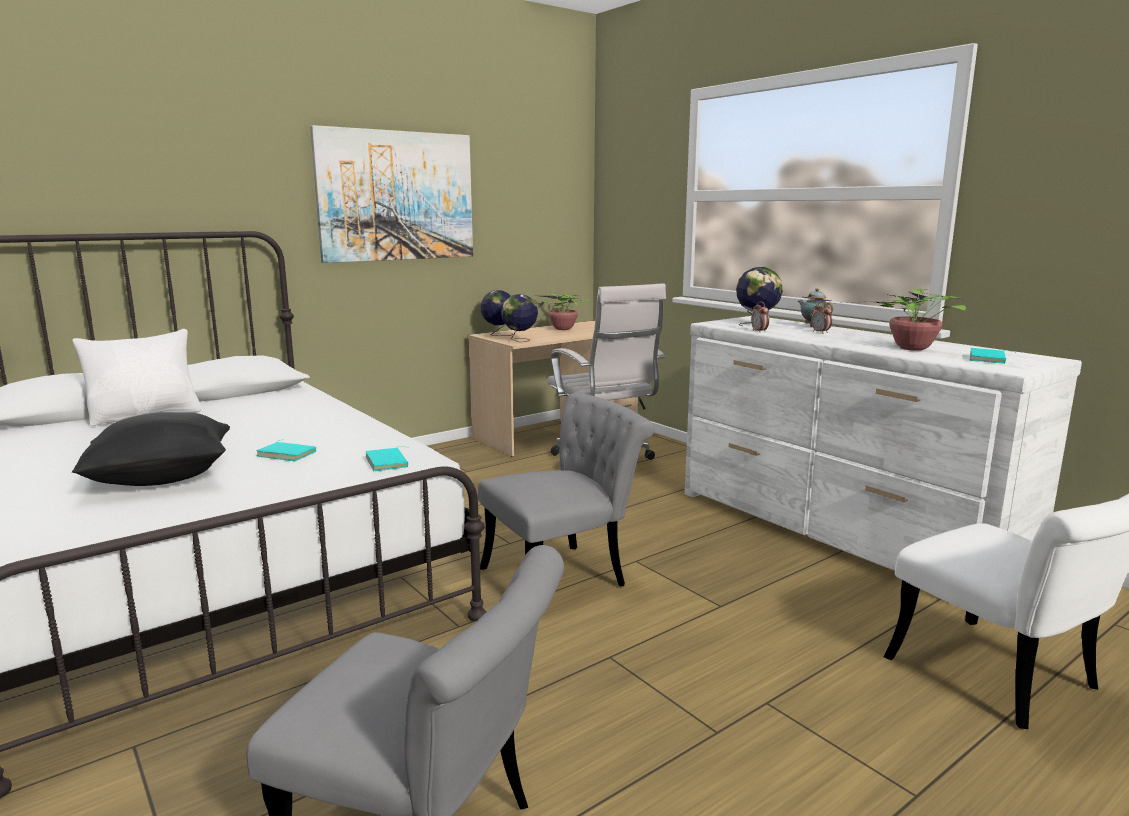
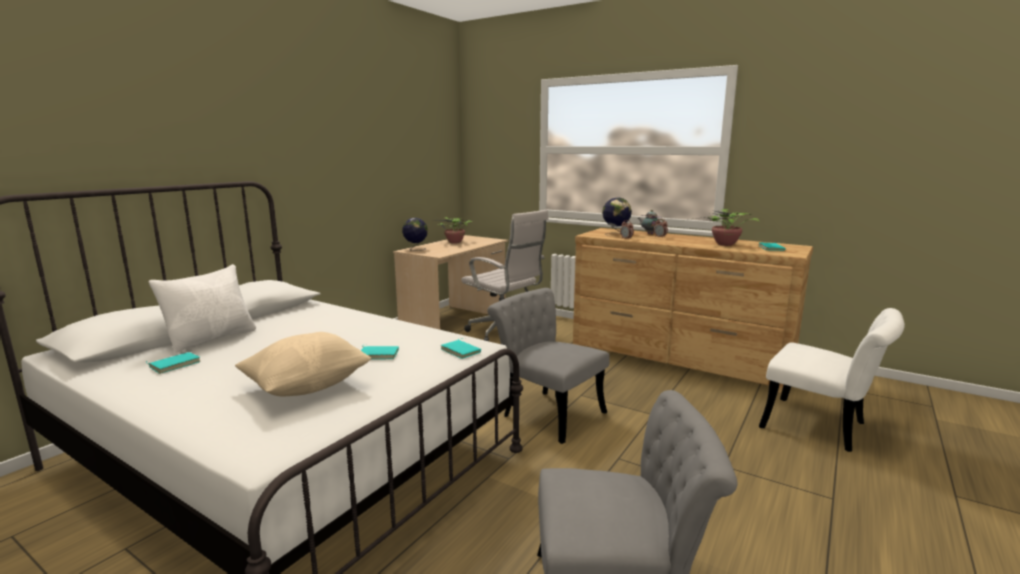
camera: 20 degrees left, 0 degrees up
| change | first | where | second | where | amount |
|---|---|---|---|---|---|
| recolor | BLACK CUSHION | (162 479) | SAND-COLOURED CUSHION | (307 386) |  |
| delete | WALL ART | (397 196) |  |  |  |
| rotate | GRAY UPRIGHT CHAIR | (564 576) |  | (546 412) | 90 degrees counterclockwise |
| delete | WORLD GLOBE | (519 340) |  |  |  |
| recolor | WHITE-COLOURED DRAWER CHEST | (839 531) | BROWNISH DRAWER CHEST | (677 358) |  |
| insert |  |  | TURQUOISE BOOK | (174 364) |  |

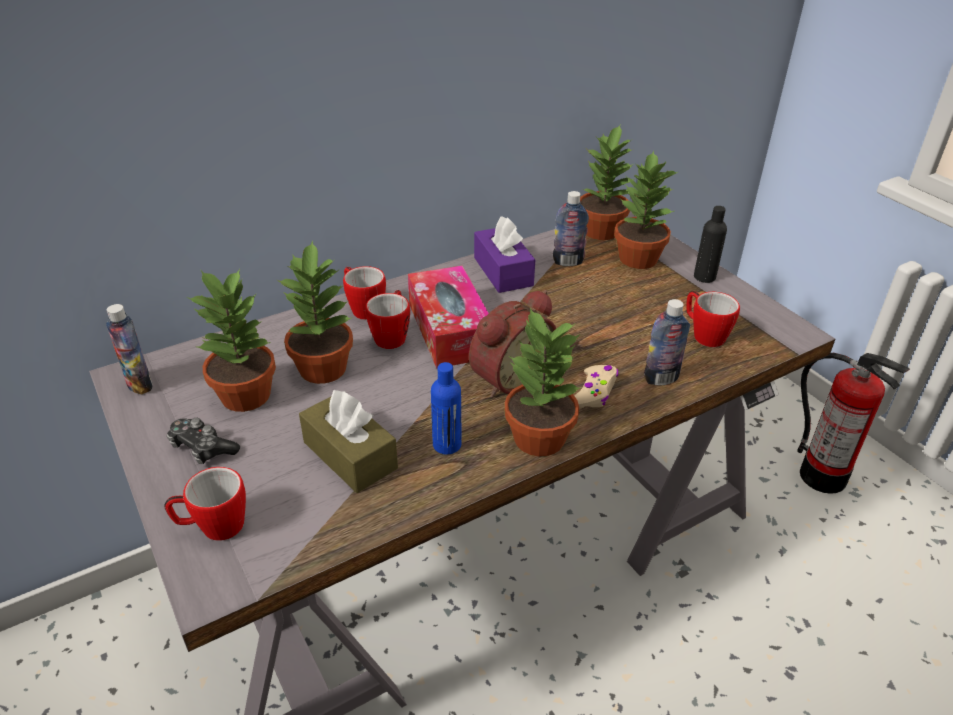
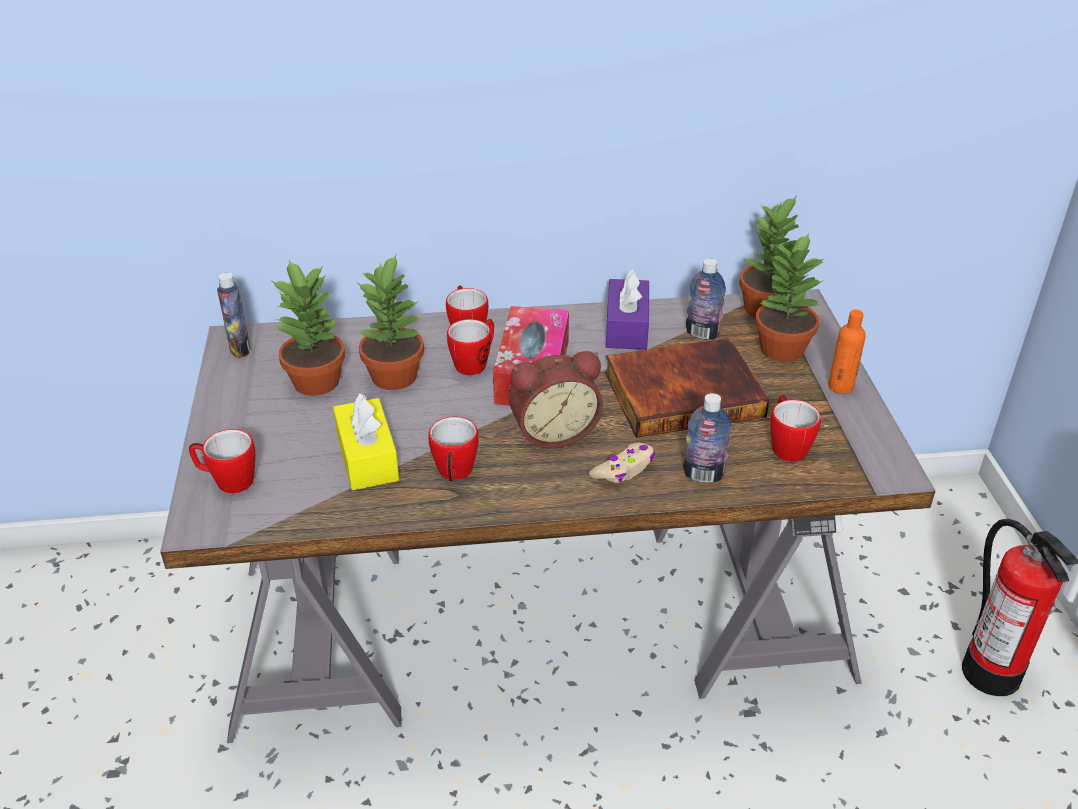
camera: 25 degrees right, 0 degrees up
| change | first | where | second | where | amount |
|---|---|---|---|---|---|
| delete | JOYPAD | (203 448) |  |  |  |
| recolor | BROWNISH BOX OF TISSUES | (350 455) | YELLOW-COLOURED BOX OF TISSUES | (367 458) |  |
| replace | BLUE-COLOURED BEVERAGE BOTTLE | (447 445) | COFFEE MUG | (454 474) |  |
| delete | POTTED PLANT | (537 437) |  |  |  |
| recolor | BLACK BEVERAGE BOTTLE | (704 277) | ORANGEY BEVERAGE BOTTLE | (840 387) |  |
| insert |  |  | BOOK | (683 392) |  |

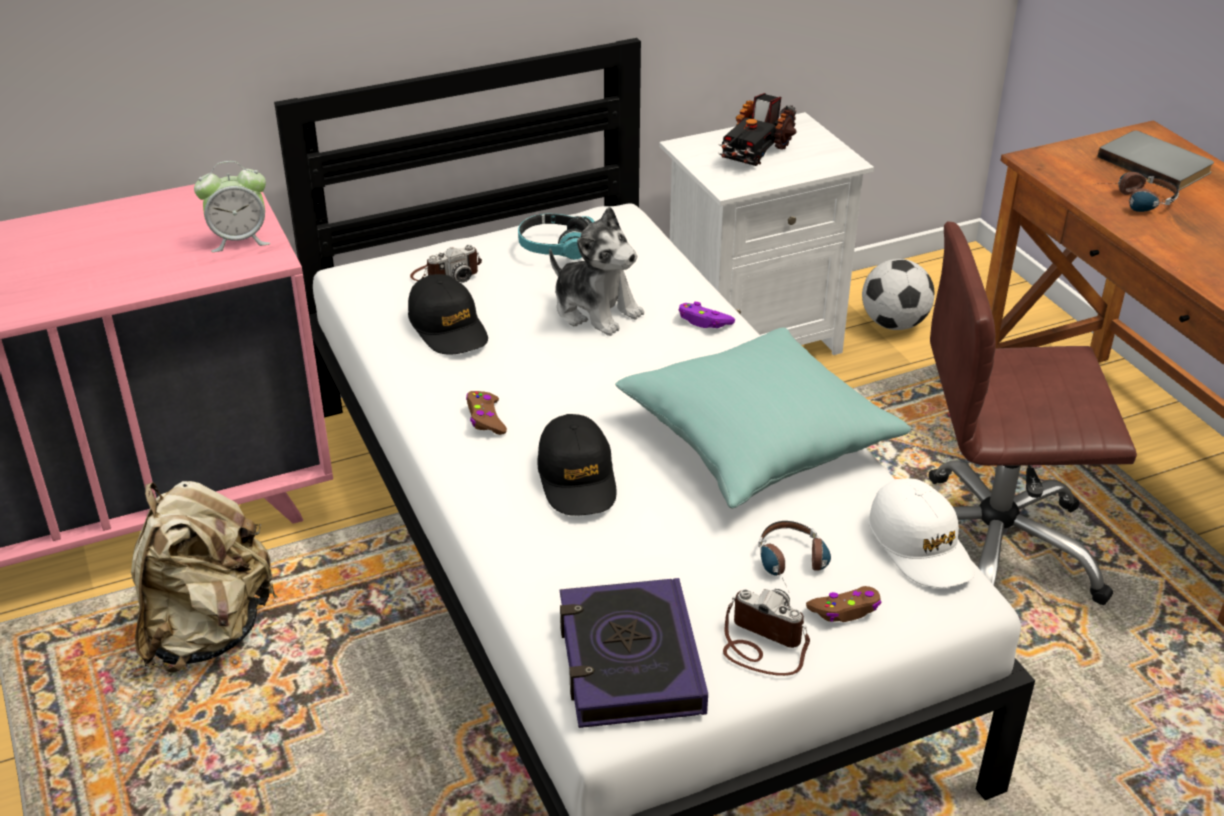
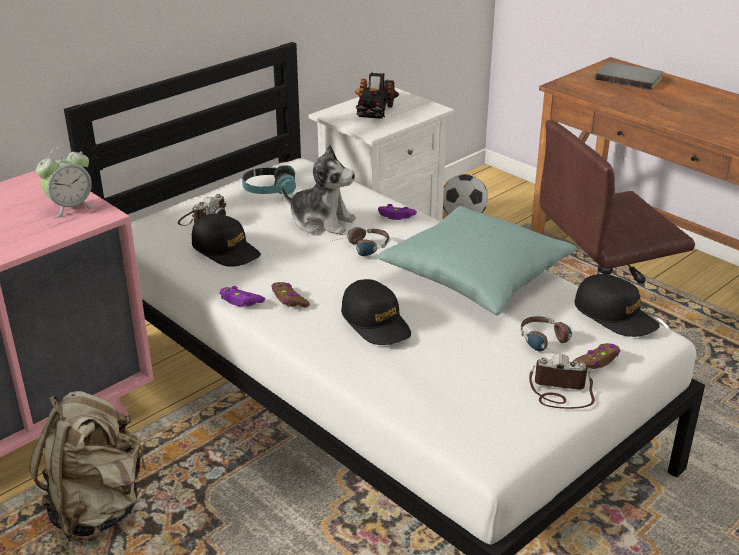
camera: 20 degrees left, 5 degrees down
| change | first | where | second | where | amount |
|---|---|---|---|---|---|
| delete | BOOK | (629 661) |  |  |  |
| recolor | WHITE-COLOURED CAP | (920 546) | BLACK CAP | (615 315) |  |
| move | HEADPHONES | (1135 201) |  | (361 248) |  |
| insert |  |  | PURPLE-COLOURED JOYPAD | (241 301) |  |

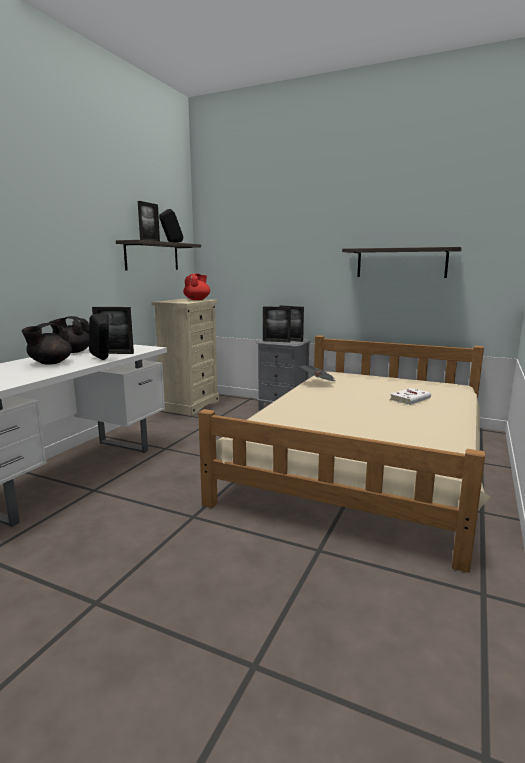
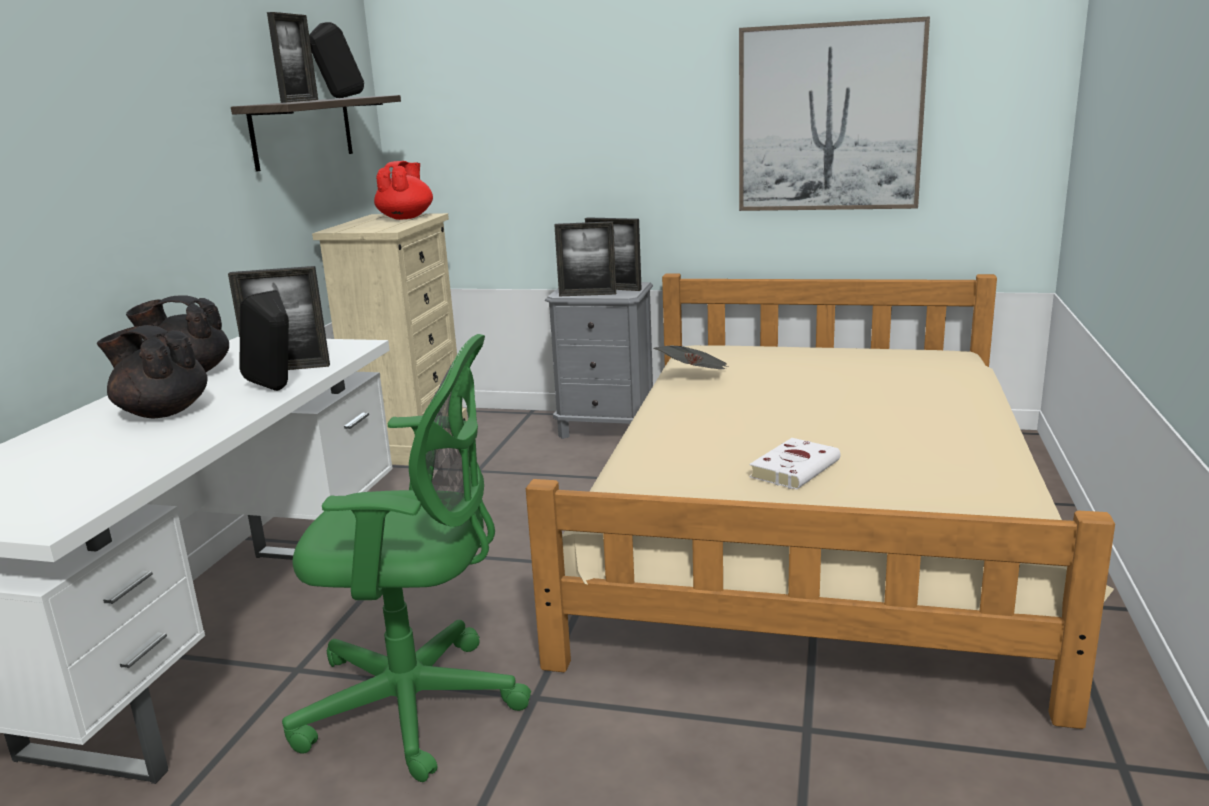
camera: 10 degrees left, 5 degrees up
| change | first | where | second | where | amount |
|---|---|---|---|---|---|
| rotate | BLACK TEAPOT | (50 363) |  | (162 412) | 90 degrees clockwise |
| replace | WALL SHELF | (401 263) | WALL ART | (829 118) |  |
| move | WHITE-COLOURED BOOK | (410 399) |  | (796 468) |  |
| insert |  |  | GREEN DESK CHAIR | (420 705) |  |

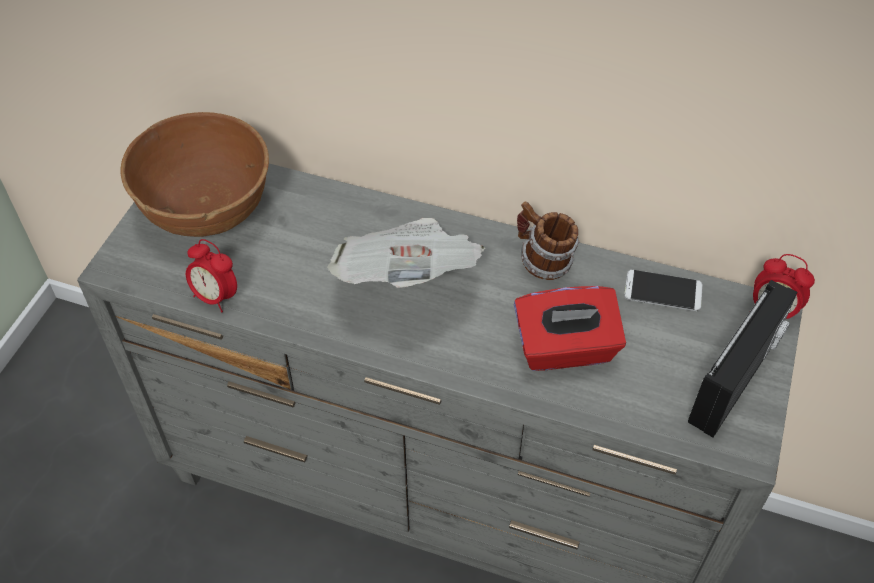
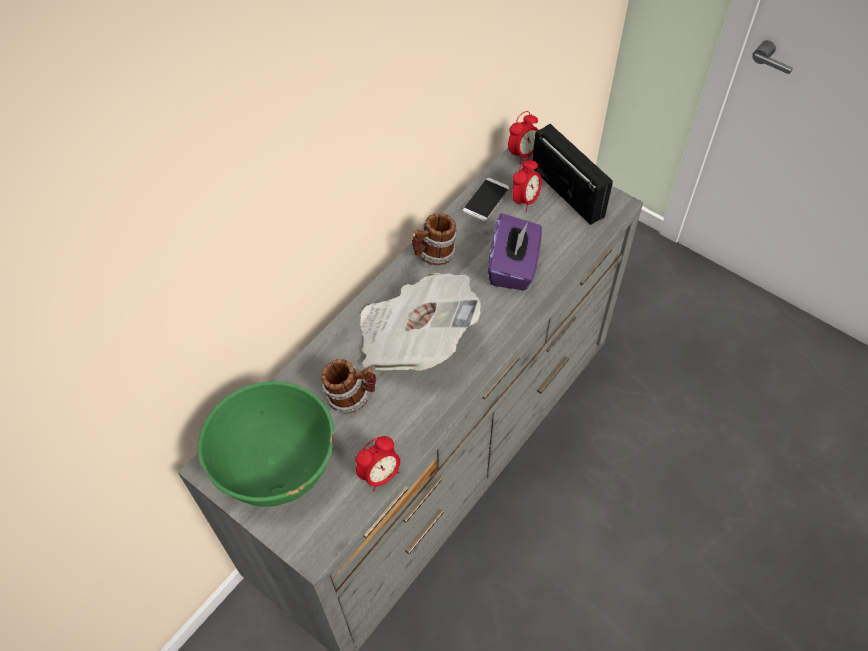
camera: 70 degrees left, 5 degrees up
| change | first | where | second | where | amount |
|---|---|---|---|---|---|
| recolor | BROWNISH SERVING BOWL | (207 207) | GREEN SERVING BOWL | (276 463) |  |
| recolor | RED-COLOURED BOX OF TISSUES | (565 349) | PURPLE-COLOURED BOX OF TISSUES | (513 267) |  |
| insert |  |  | COFFEE MUG | (351 397) |  |
| insert |  |  | ALARM CLOCK | (525 200) |  |

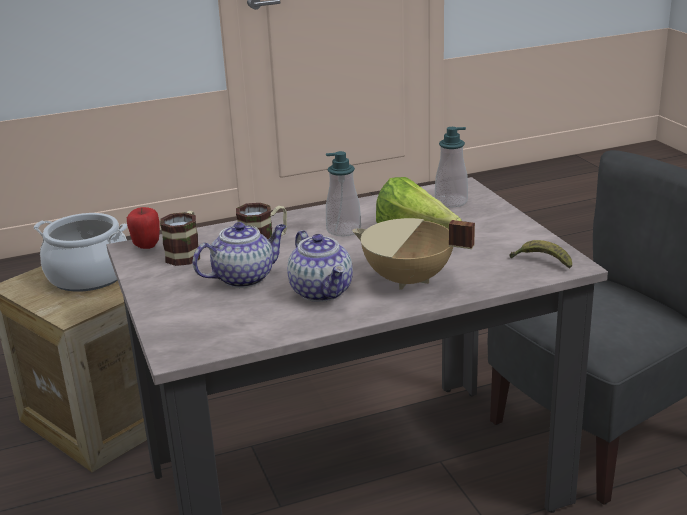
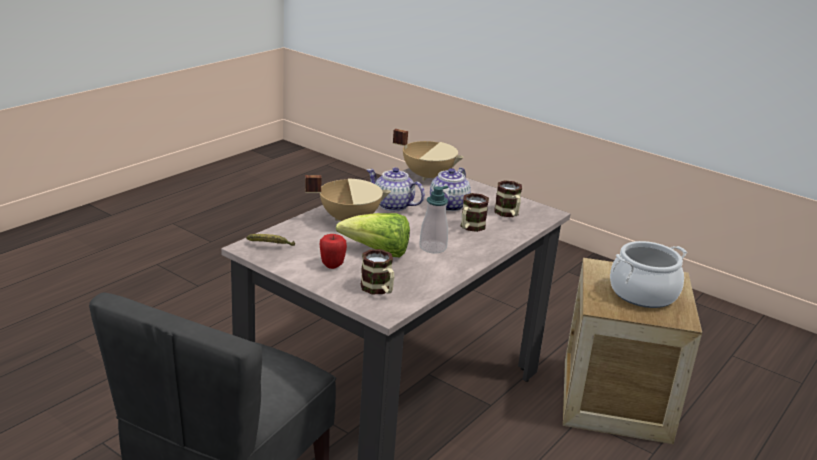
camera: 145 degrees right, 0 degrees up
| change | first | where | second | where | amount |
|---|---|---|---|---|---|
| move | APPLE FRUIT | (146 246) |  | (332 265) |  |
| replace | LIQUID SOAP BOTTLE | (451 202) | COFFEE MUG | (379 290) |  |
| insert |  |  | SAND-COLOURED SAUCEPOT | (428 176) |  |

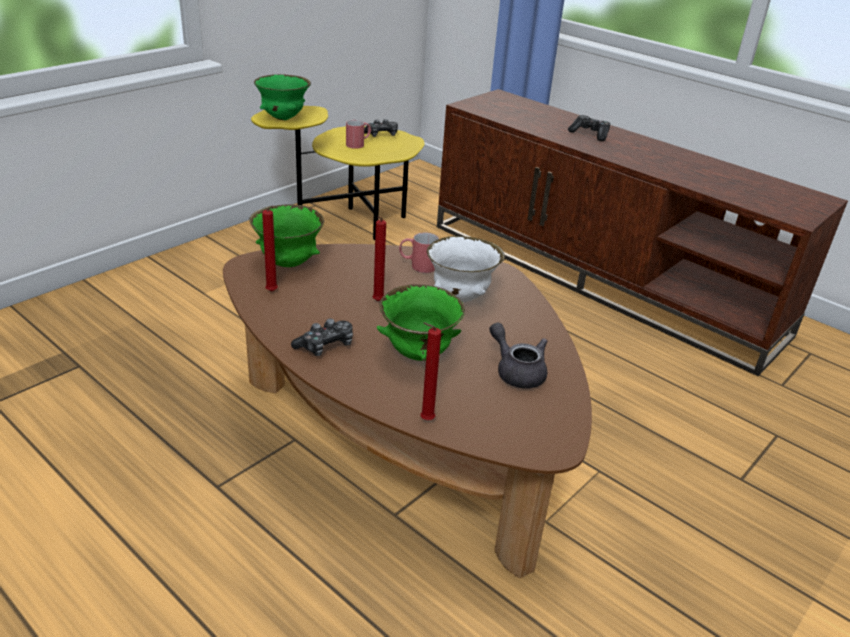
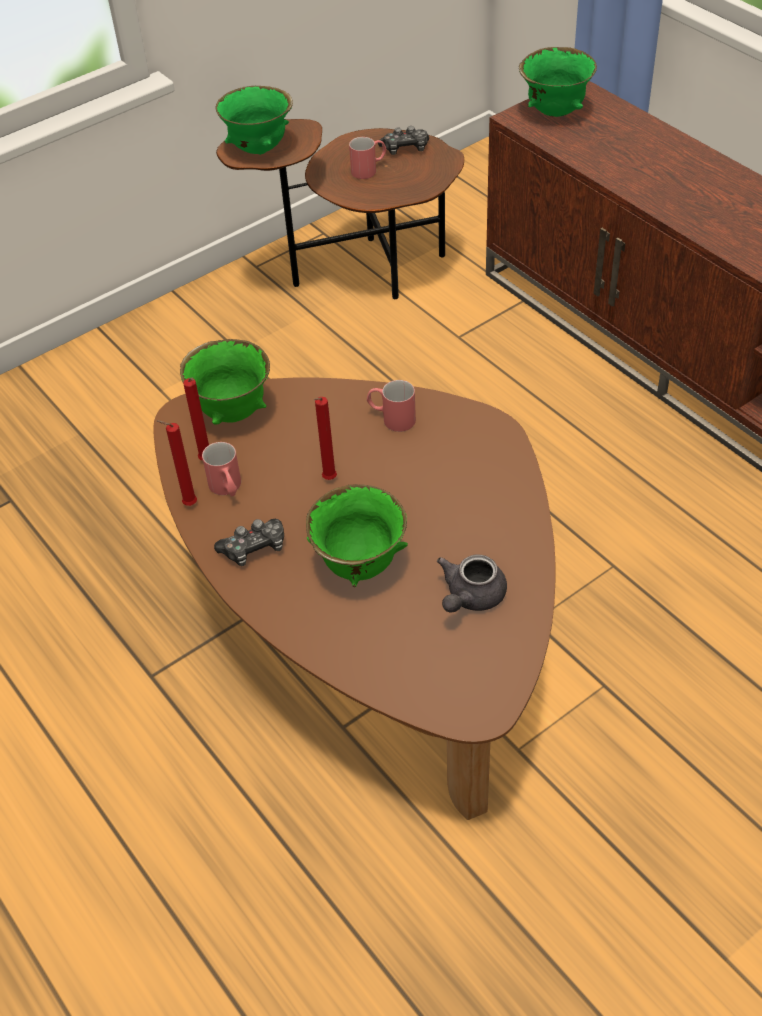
camera: 15 degrees right, 15 degrees up
| change | first | where | second | where | amount |
|---|---|---|---|---|---|
| recolor | YELLOW-COLOURED ACCENT TABLE | (347 226) | BROWNISH ACCENT TABLE | (361 272) |  |
| move | RED-COLOURED CANDLE | (424 420) |  | (187 504) |  |
| delete | WHITE-COLOURED SERVING BOWL | (461 297) |  |  |  |
| rotate | GRAY TEAPOT | (517 371) |  | (470 597) | 120 degrees counterclockwise |
| delete | JOYPAD | (590 134) |  |  |  |
| insert |  |  | RED-COLOURED COFFEE MUG | (227 489) |  |
| insert |  |  | GREEN SERVING BOWL | (555 112) |  |

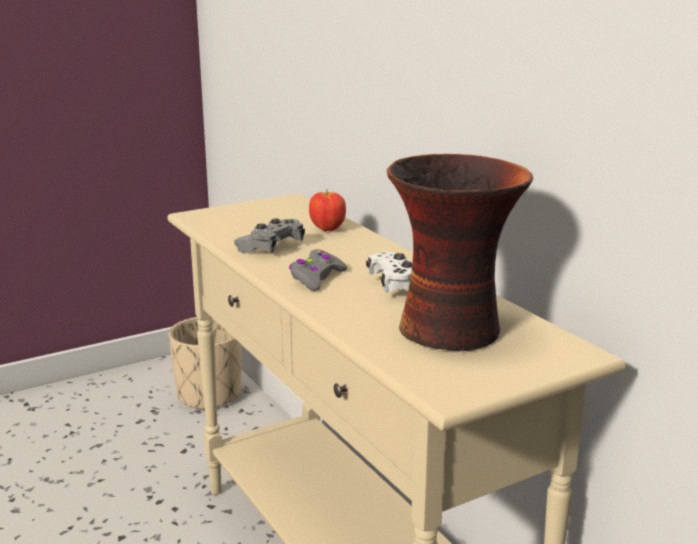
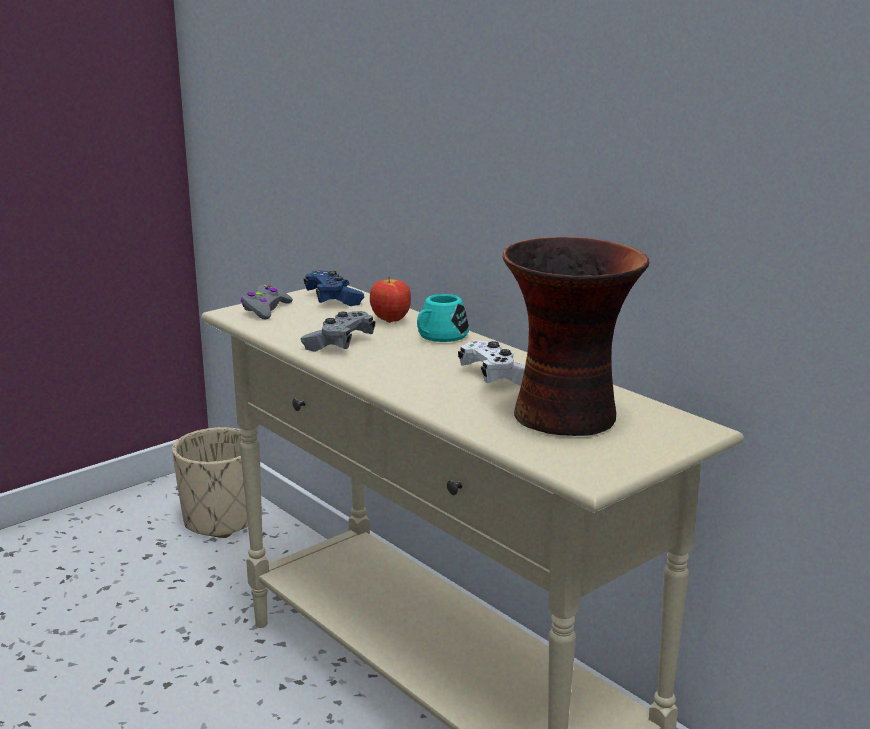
camera: 10 degrees left, 0 degrees up
| change | first | where | second | where | amount |
|---|---|---|---|---|---|
| move | GRAY JOYPAD | (316 278) |  | (266 309) |  |
| insert |  |  | BLUE-COLOURED JOYPAD | (333 299) |  |
| insert |  |  | TURQUOISE COFFEE MUG | (439 337) |  |

